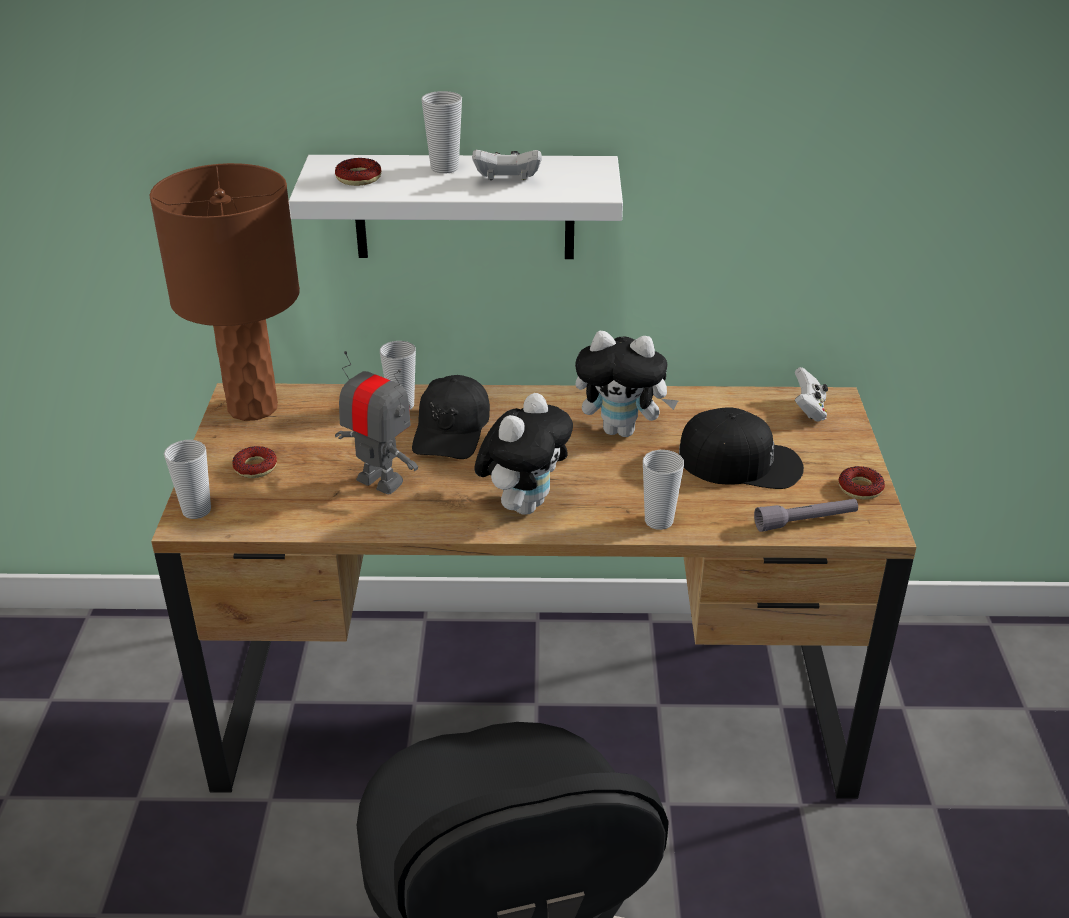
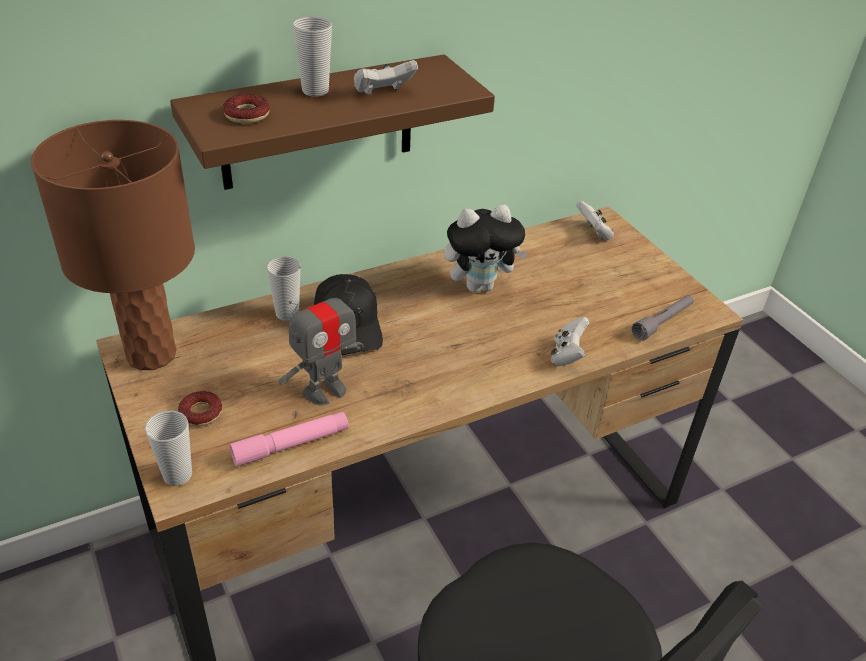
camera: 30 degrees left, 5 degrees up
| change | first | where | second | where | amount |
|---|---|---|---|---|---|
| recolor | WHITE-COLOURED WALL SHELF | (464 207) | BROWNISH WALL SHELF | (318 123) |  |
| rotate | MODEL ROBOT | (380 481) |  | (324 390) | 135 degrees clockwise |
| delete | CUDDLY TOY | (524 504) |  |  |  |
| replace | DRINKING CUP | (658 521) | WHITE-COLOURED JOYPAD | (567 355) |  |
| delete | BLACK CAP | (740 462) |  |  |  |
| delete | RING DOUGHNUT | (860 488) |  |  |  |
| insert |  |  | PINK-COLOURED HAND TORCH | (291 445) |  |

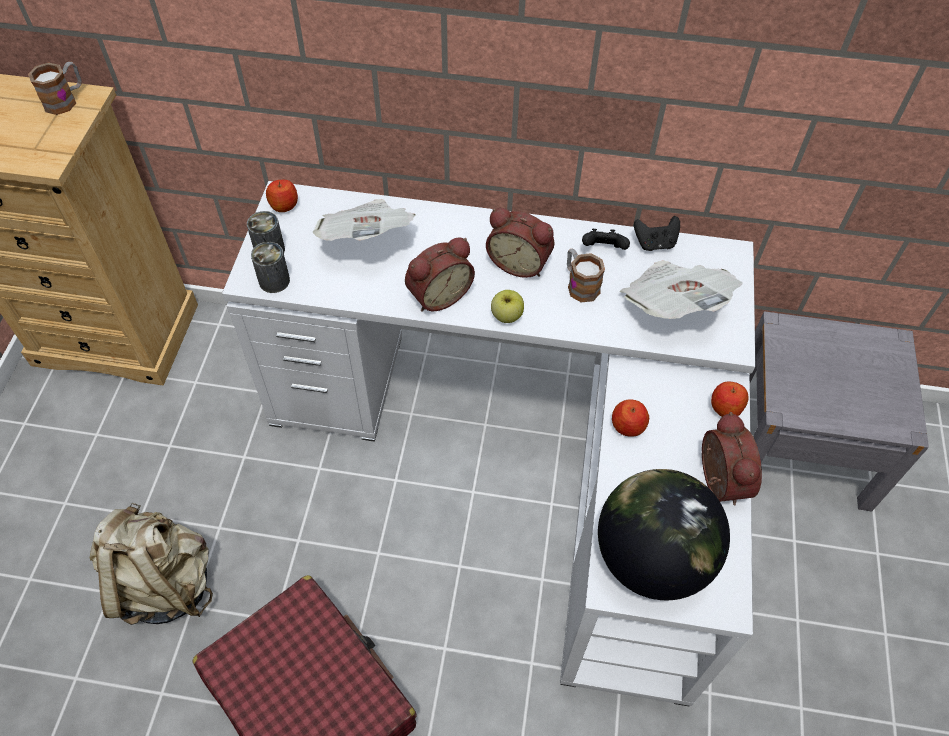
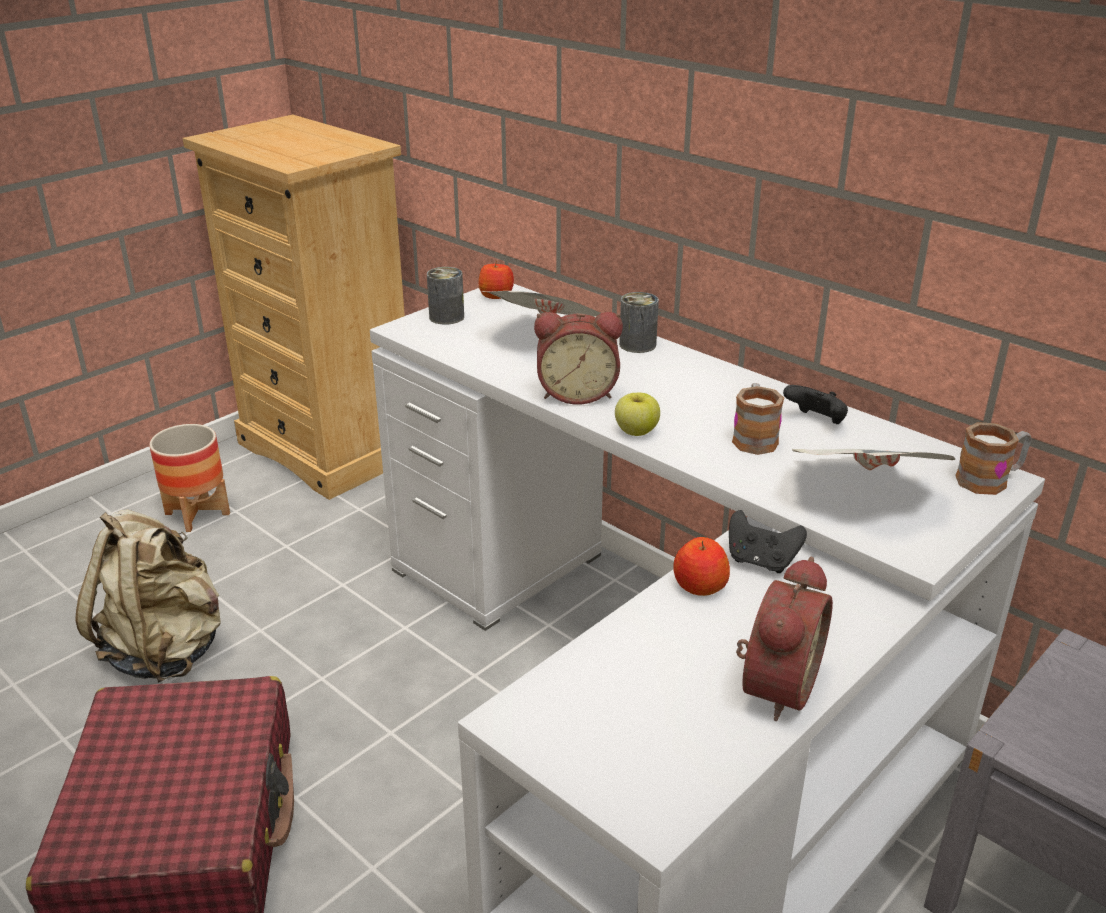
camera: 35 degrees right, 25 degrees down
| change | first | where | second | where | amount |
|---|---|---|---|---|---|
| move | COFFEE MUG | (65 100) |  | (990 480) |  |
| move | METAL CAN | (274 281) |  | (637 344) |  |
| delete | ALARM CLOCK | (520 262) |  |  |  |
| delete | WORLD GLOBE | (651 558) |  |  |  |
| move | BLACK JOYPAD | (655 243) |  | (761 561) |  |
| delete | APPLE FRUIT | (725 407) |  |  |  |
| insert |  |  | PLANT POT | (197 513) |  |

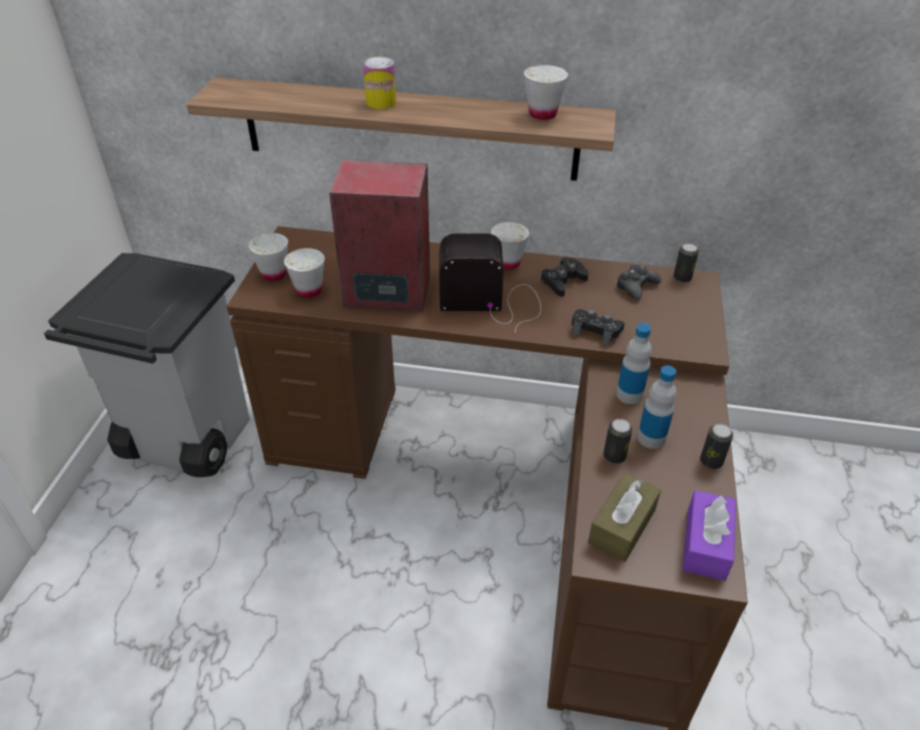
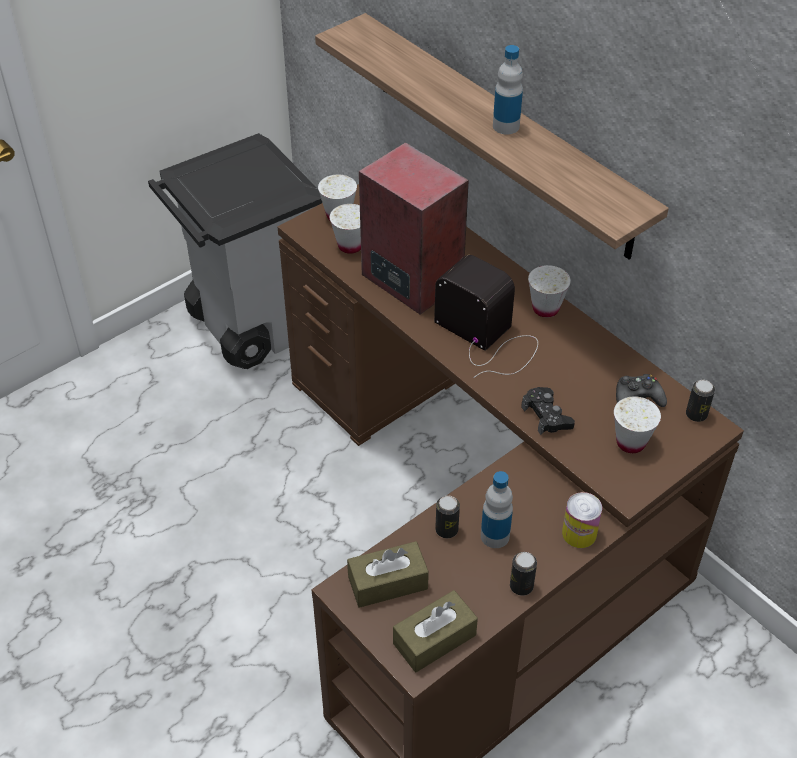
camera: 40 degrees right, 5 degrees up
| change | first | where | second | where | amount |
|---|---|---|---|---|---|
| move | METAL CAN | (381 102) |  | (579 533) |  |
| move | WHITE-COLOURED DRINKING CUP | (542 114) |  | (630 442) |  |
| delete | BLACK JOYPAD | (563 281) |  |  |  |
| move | BEVERAGE BOTTLE | (629 394) |  | (506 126) |  |
| recolor | PURPLE-COLOURED BOX OF TISSUES | (705 544) | BROWNISH BOX OF TISSUES | (434 639) |  |

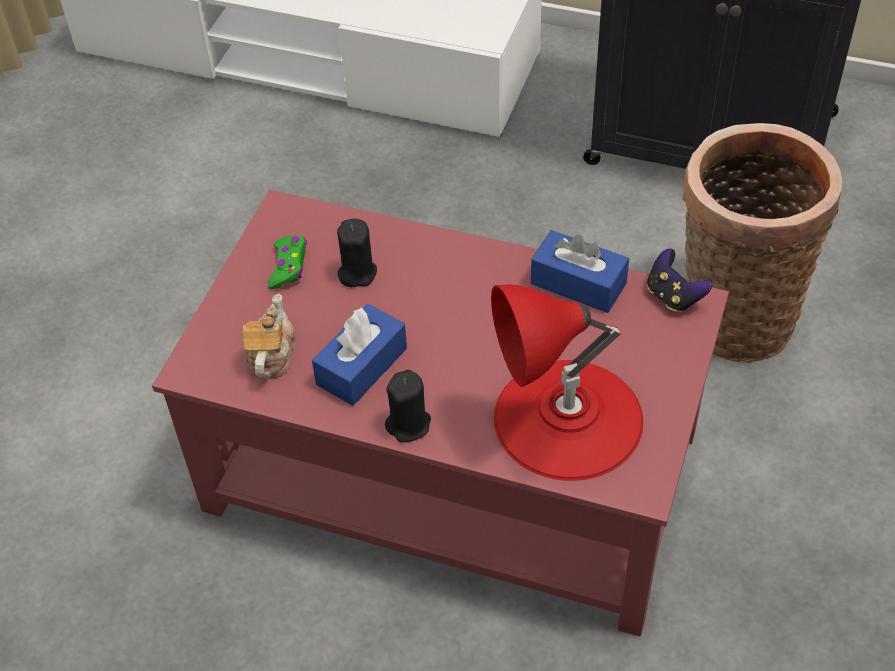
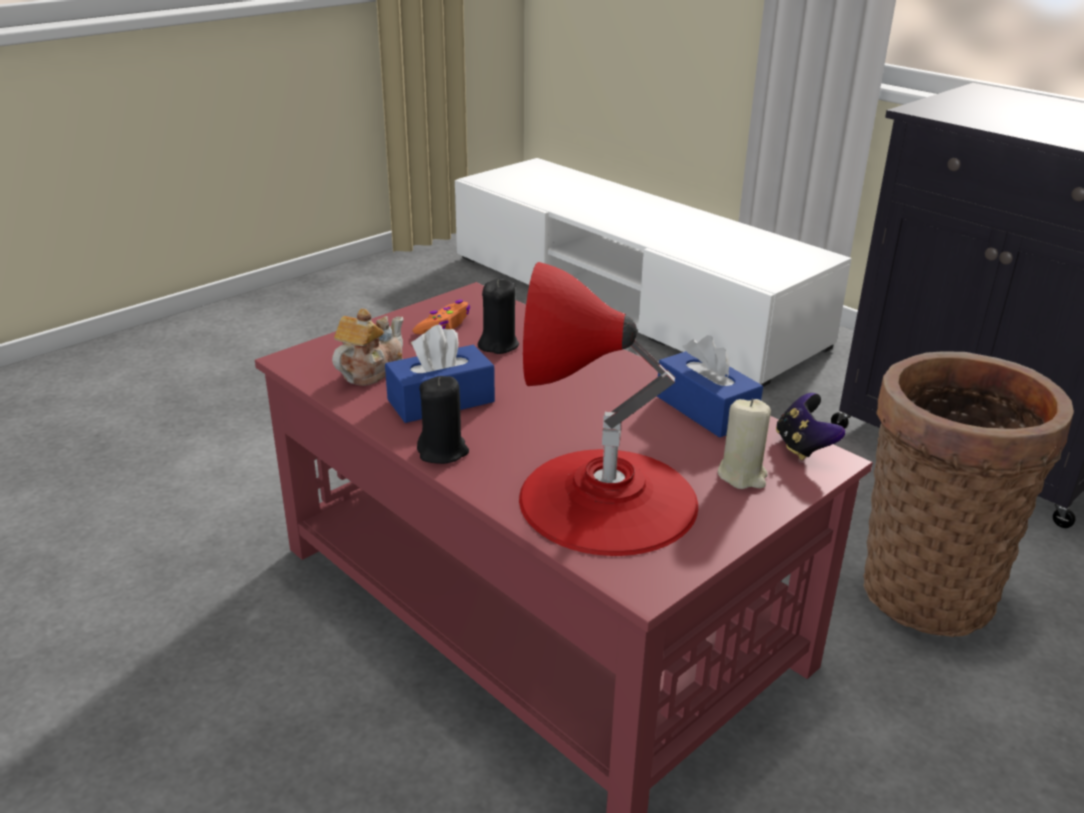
camera: 25 degrees right, 20 degrees down
| change | first | where | second | where | amount |
|---|---|---|---|---|---|
| recolor | GREEN JOYPAD | (288 266) | ORANGEY JOYPAD | (444 325) |  |
| insert |  |  | SAND-COLOURED CANDLE | (742 475) |  |

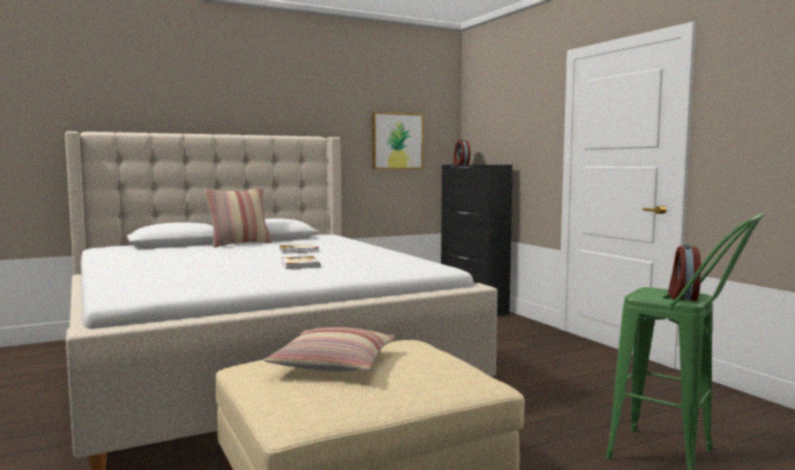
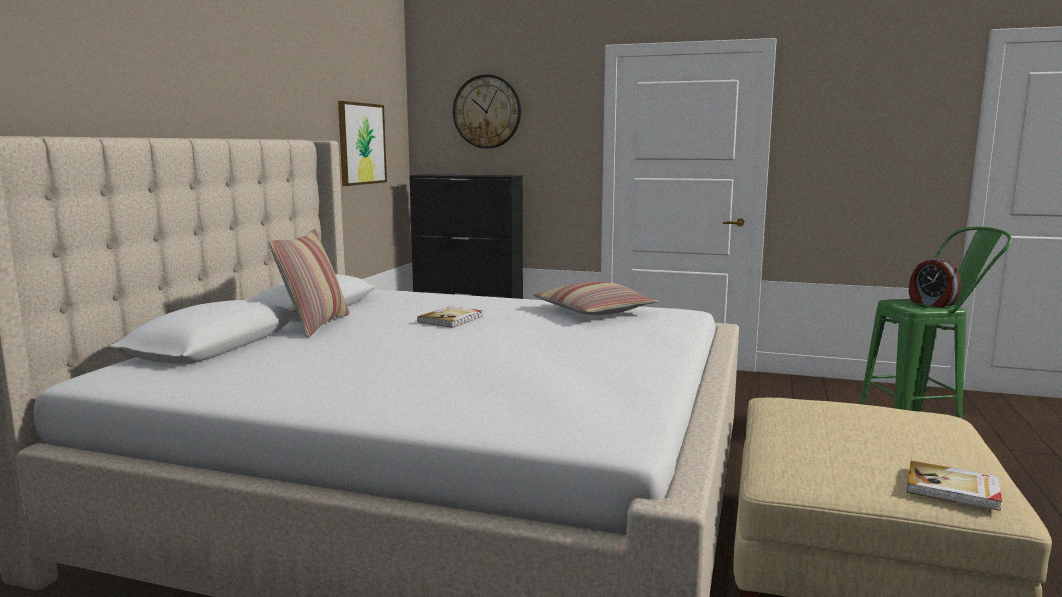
camera: 45 degrees left, 5 degrees up
| change | first | where | second | where | amount |
|---|---|---|---|---|---|
| move | CUSHION | (334 364) |  | (594 312) |  |
| move | BOOK | (299 265) |  | (953 489) |  |
| delete | ALARM CLOCK | (461 164) |  |  |  |
| insert |  |  | CLOCK ON THE WALL | (487 112) |  |

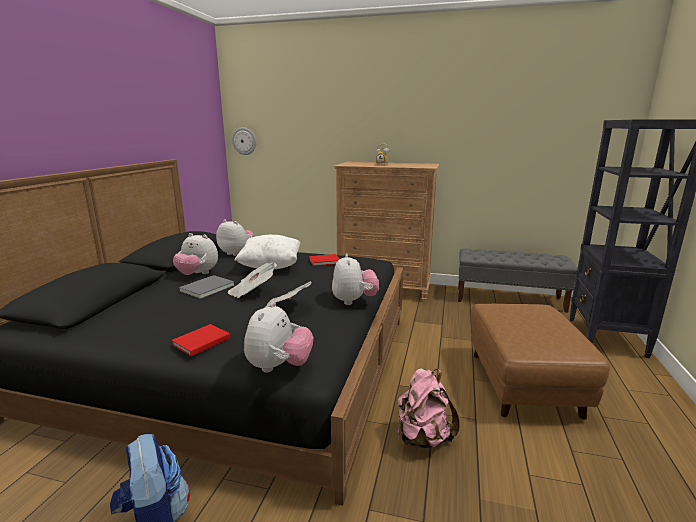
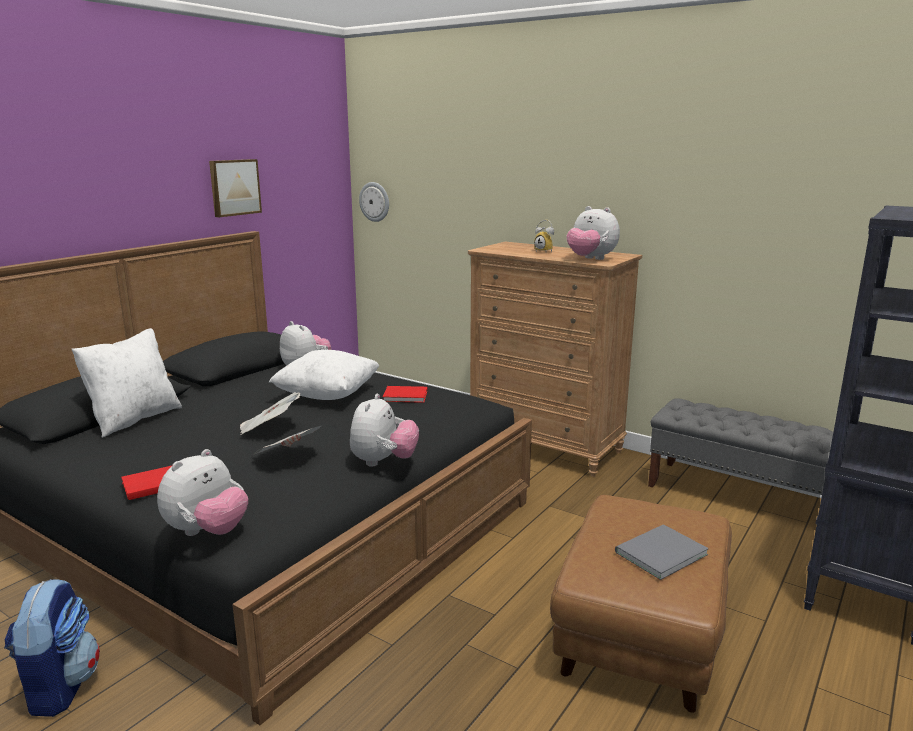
camera: 20 degrees right, 0 degrees up
| change | first | where | second | where | amount |
|---|---|---|---|---|---|
| move | CUDDLY TOY | (198 274) |  | (590 259) |  |
| move | GRAY BOOK | (205 288) |  | (657 553) |  |
| delete | PINK-COLOURED KNAPSACK | (423 438) |  |  |  |
| insert |  |  | WHITE-COLOURED CUSHION | (134 419) |  |
| insert |  |  | WALL ART | (234 187) |  |

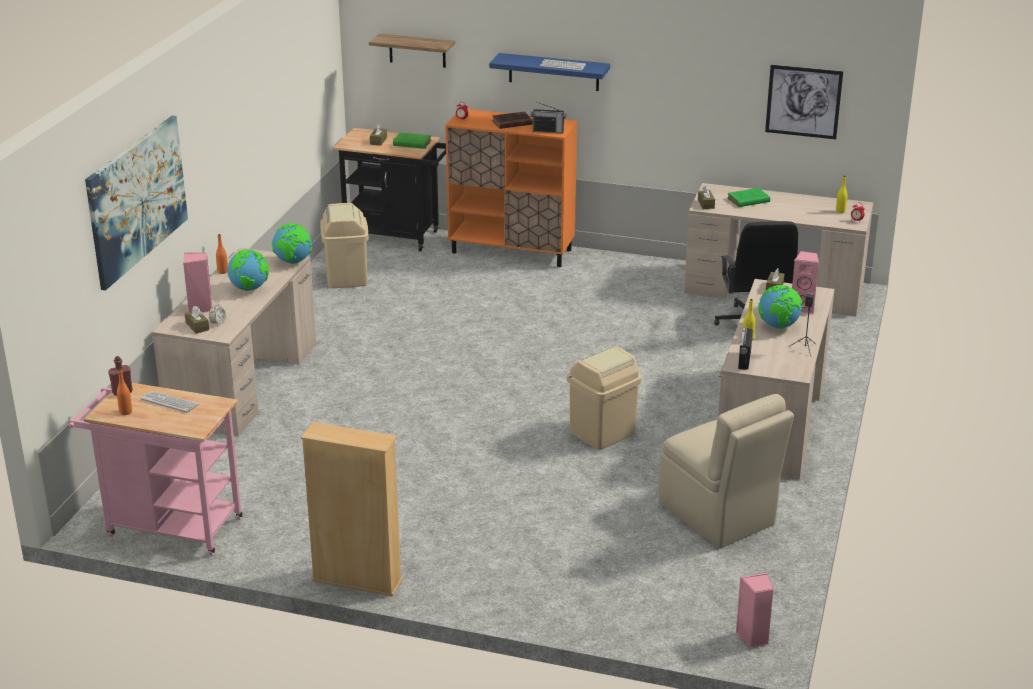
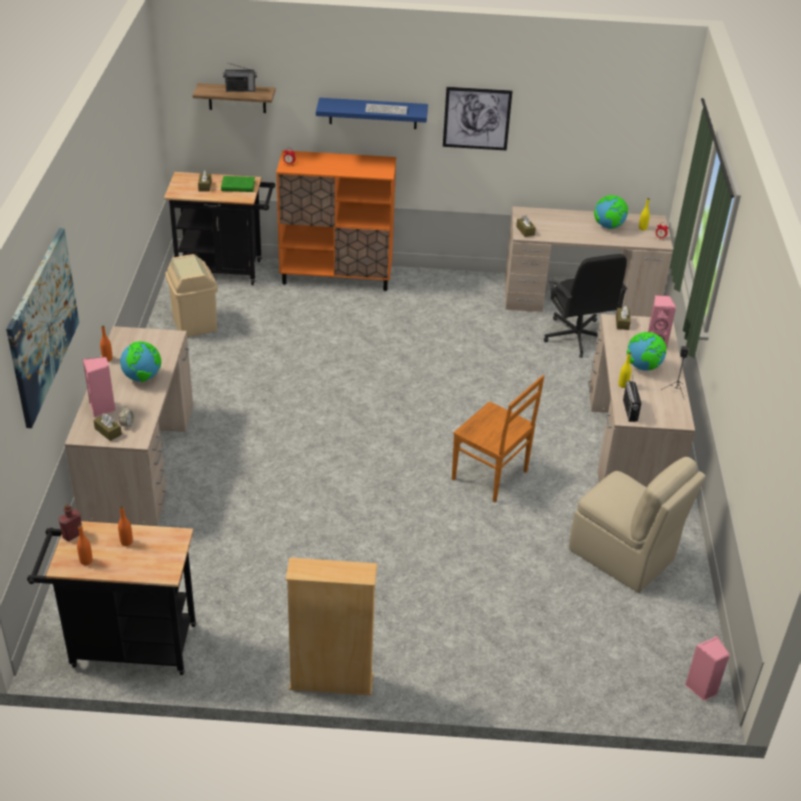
camera: 15 degrees left, 10 degrees up
| change | first | where | second | where | amount |
|---|---|---|---|---|---|
| recolor | PINK-COLOURED TROLLEY | (167 526) | BLACK TROLLEY | (126 646) |  |
| replace | PC KEYBOARD | (170 402) | ORANGEY BEVERAGE BOTTLE | (126 542) |  |
| move | WORLD GLOBE | (293 262) |  | (609 227) |  |
| delete | BROWNISH BOOK | (511 123) |  |  |  |
| move | RADIO SET | (548 131) |  | (240 90) |  |
| replace | SAND-COLOURED WASTE BIN | (602 433) | BROWNISH UPRIGHT CHAIR | (491 476) |  |
| delete | GREEN BOOK | (747 200) |  |  |  |
| move | WALL ART | (803 101) |  | (477 118) |  |

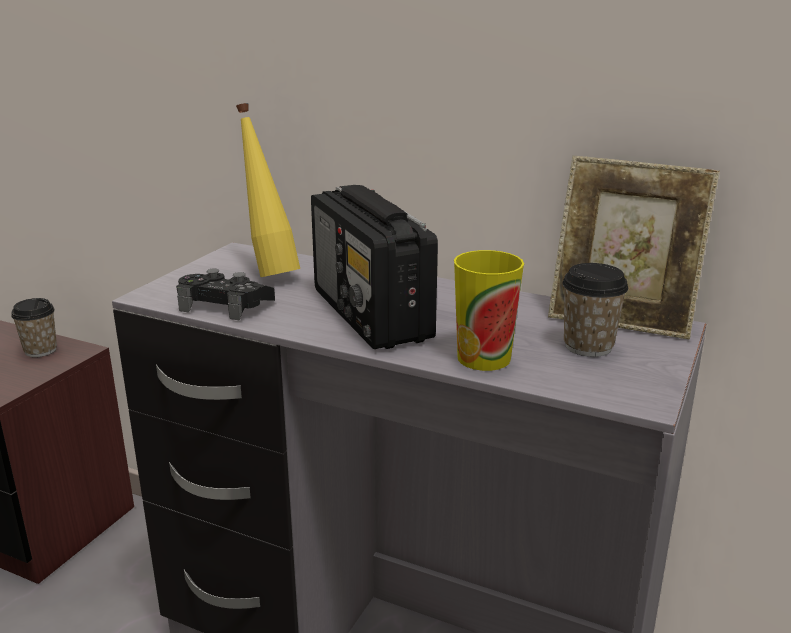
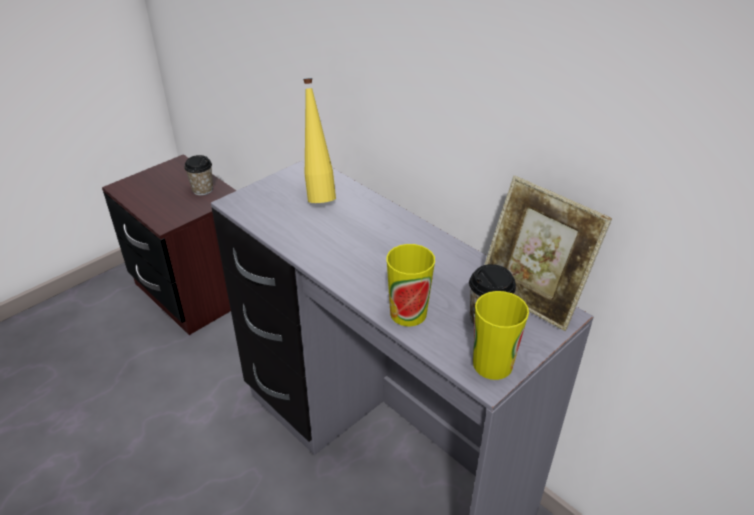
camera: 20 degrees right, 15 degrees up
| change | first | where | second | where | amount |
|---|---|---|---|---|---|
| delete | BLACK JOYPAD | (225 305) |  |  |  |
| delete | RADIO SET | (371 315) |  |  |  |
| insert |  |  | DRINKING CUP | (492 364) |  |

